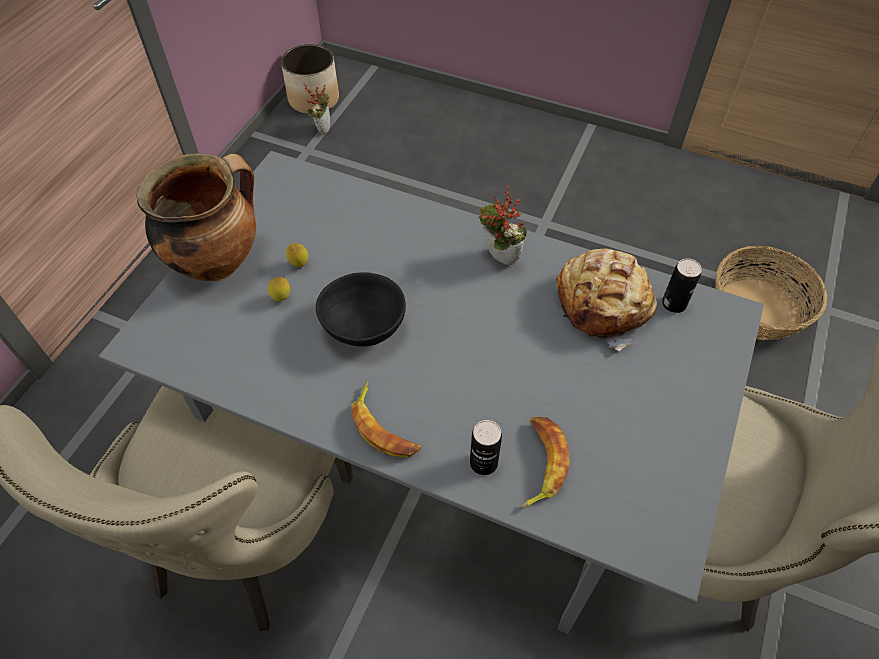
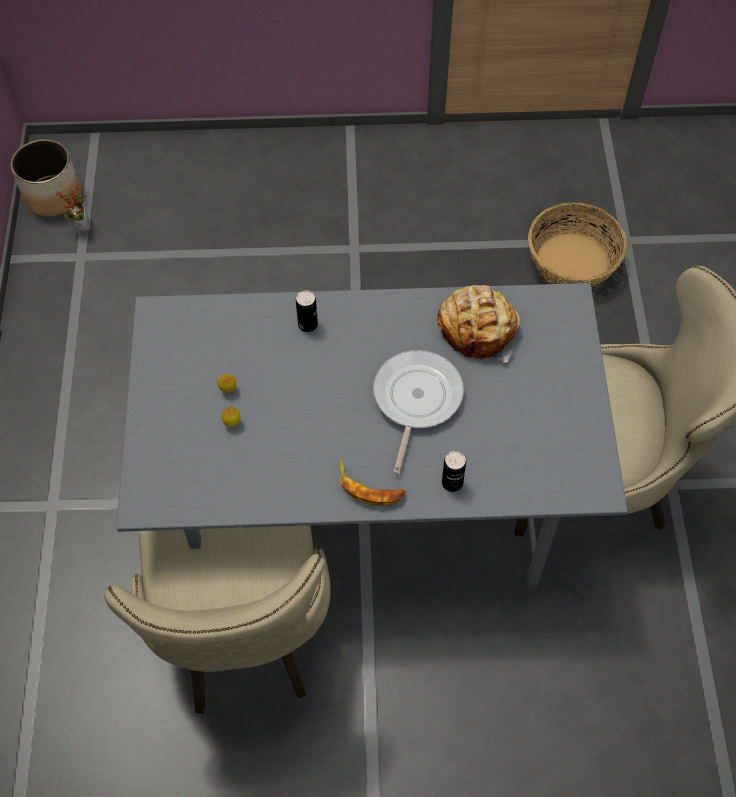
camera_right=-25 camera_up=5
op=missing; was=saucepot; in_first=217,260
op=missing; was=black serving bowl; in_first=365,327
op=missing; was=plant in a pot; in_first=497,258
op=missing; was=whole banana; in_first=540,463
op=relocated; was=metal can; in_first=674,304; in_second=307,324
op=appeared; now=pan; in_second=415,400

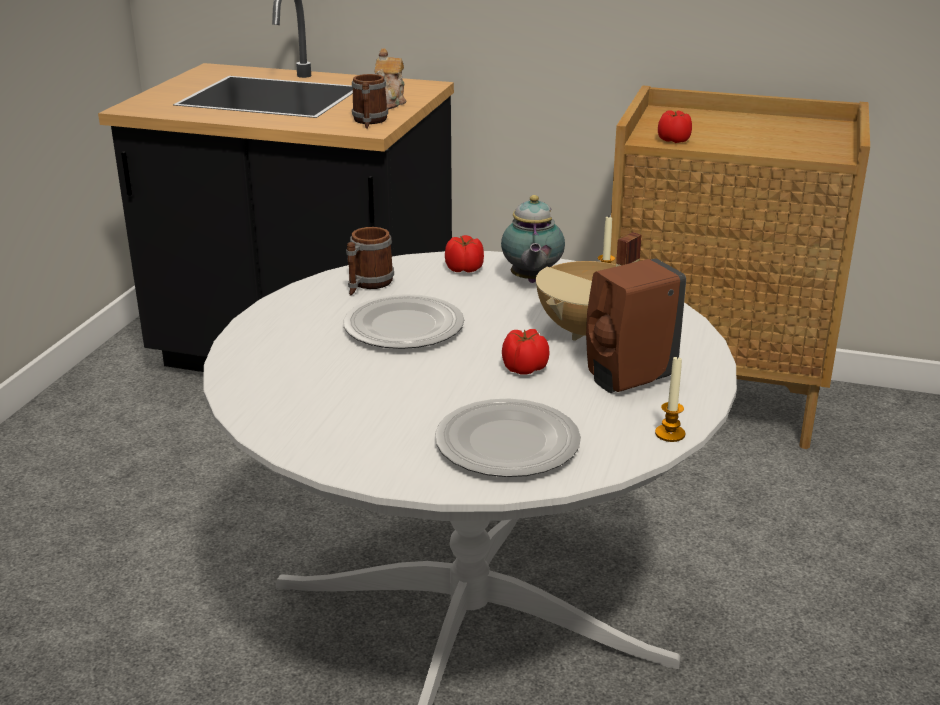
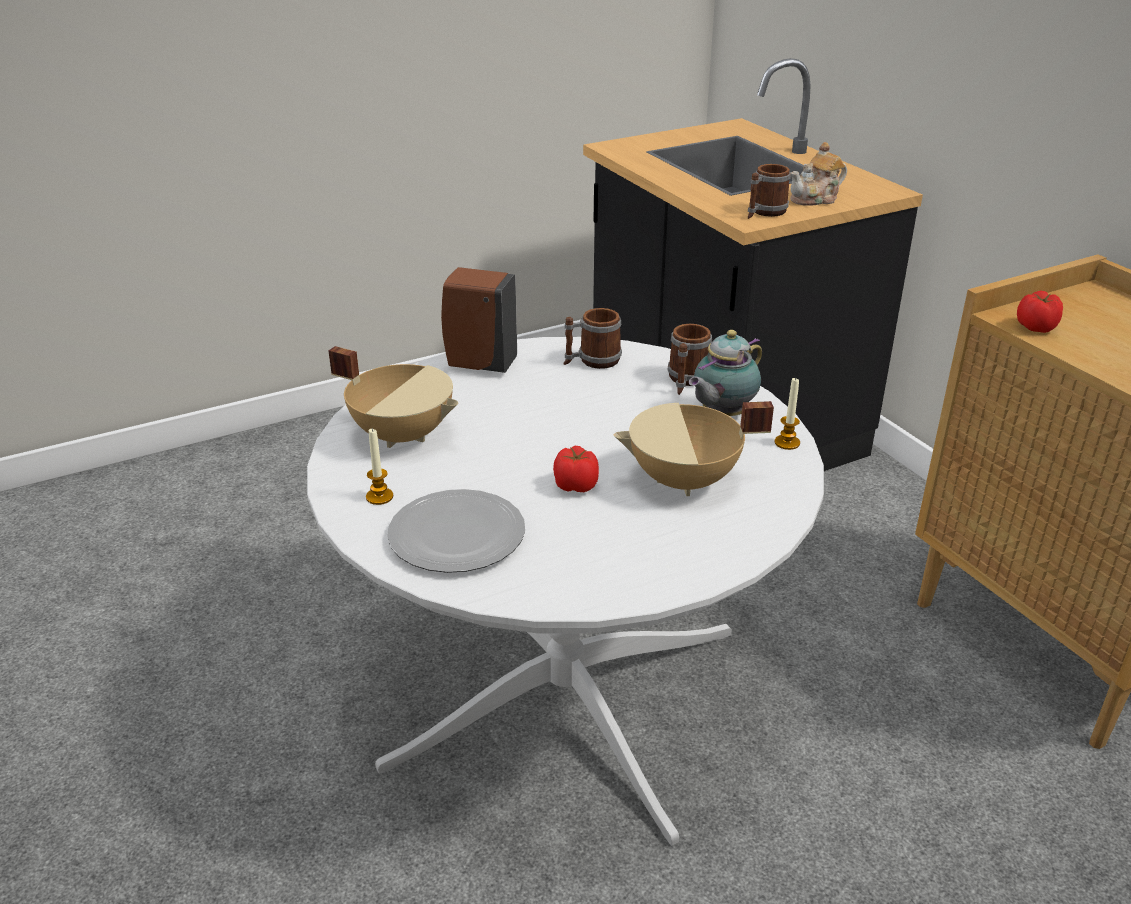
camera_right=45 camera_up=5
op=missing; was=flat dish; in_first=405,327
op=exchanged; was=tomato; now=mug; in_first=465,270; in_second=686,381
op=relocated; was=brown-coloured soap bottle; in_first=627,380; in_second=479,364
op=relocated; was=wax light; in_first=670,434; in_second=379,497
op=appeared; now=beige saucepot; in_second=403,434

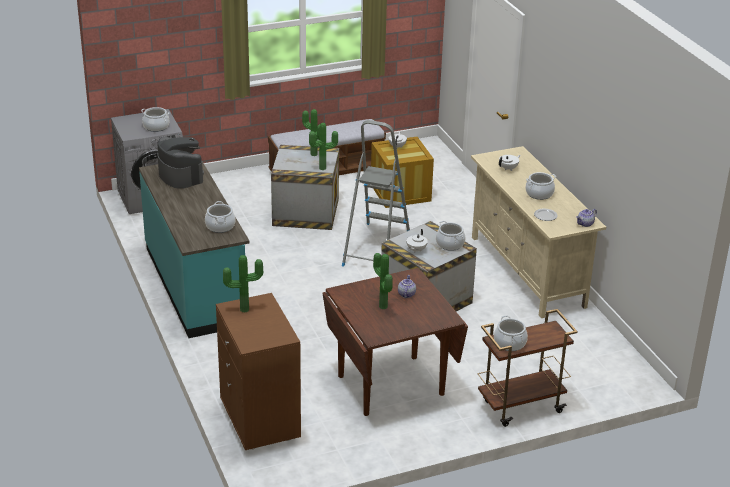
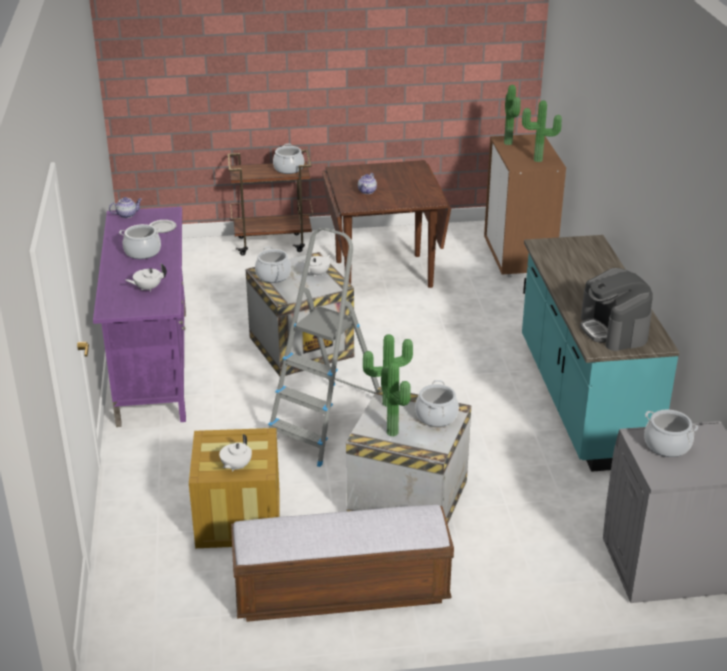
camera_right=-165 camera_up=0
op=relocated; was=saucepot; in_first=220,226; in_second=436,416
op=relocated; was=plant in a pot; in_first=381,307; in_second=509,143
op=colour; was=beige drawer chest; now=purplish drawer chest; in_first=527,271; in_second=153,365

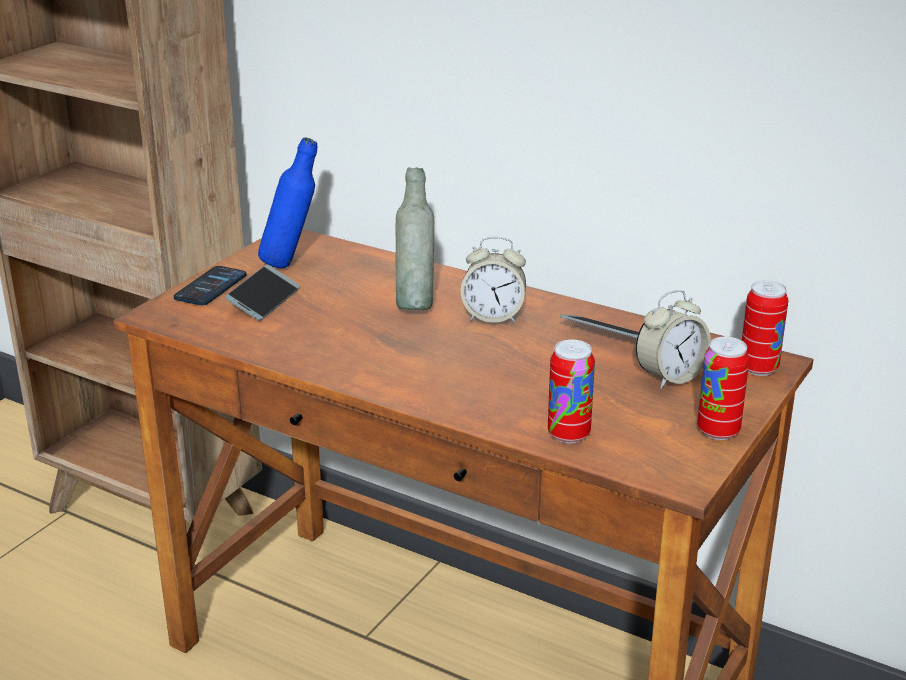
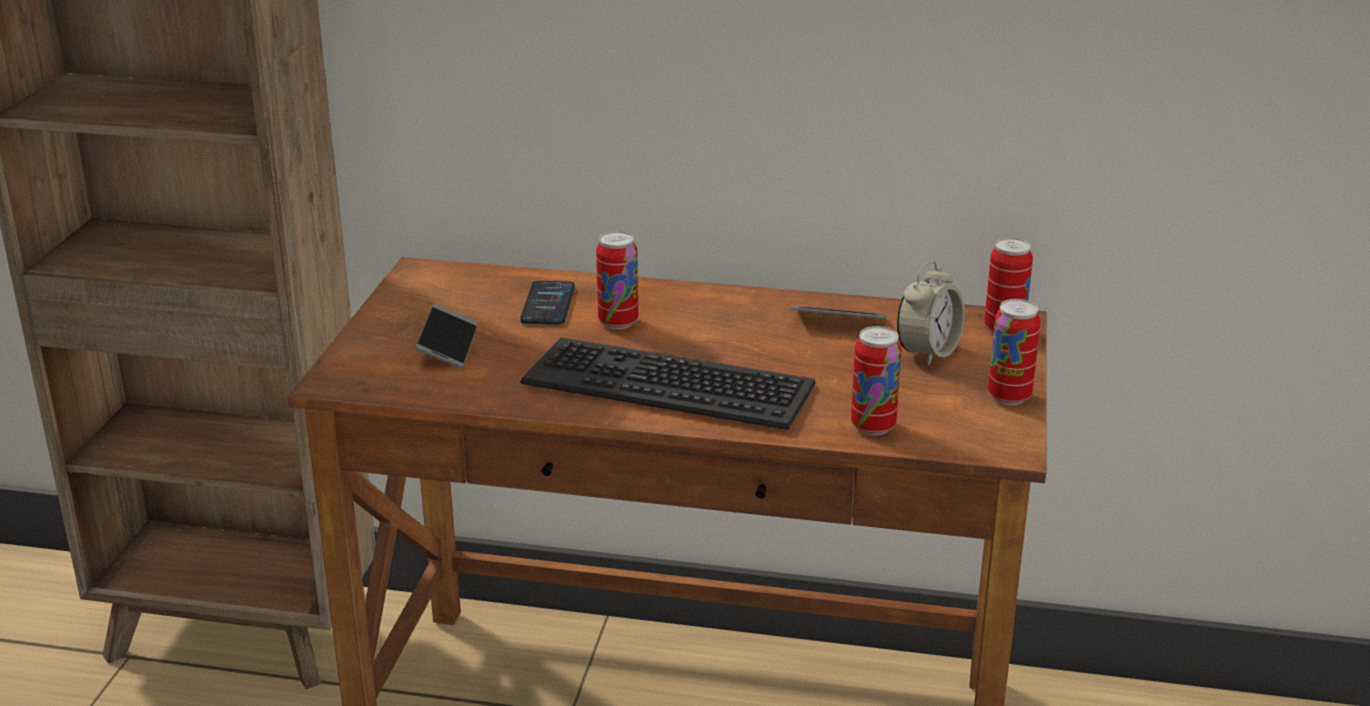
camera_right=-20 camera_up=0
op=relocated; was=phone; in_first=210,287; in_second=548,304
op=missing; was=bluish drink bottle; in_first=291,263
op=exchanged; was=grey drink bottle; now=metal can; in_first=415,304; in_second=618,322
op=missing; was=bedside clock; in_first=493,317
op=appeared; now=computer keyboard; in_second=669,384

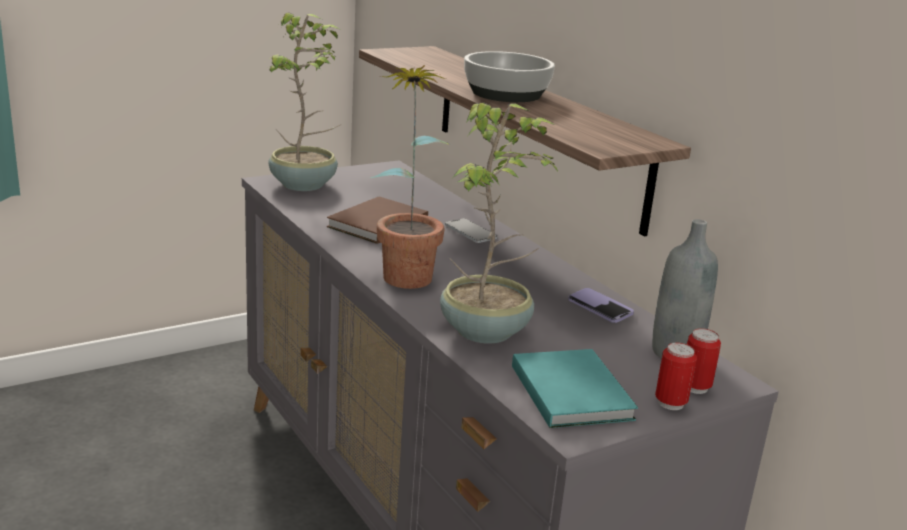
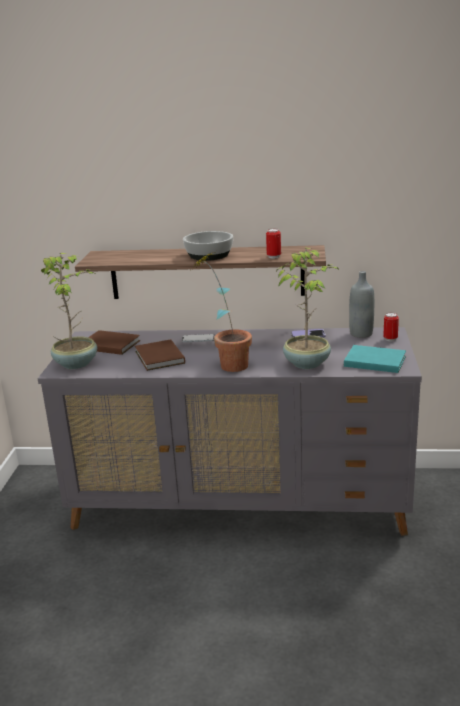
camera_right=-50 camera_up=0
op=relocated; was=metal can; in_first=670,403; in_second=274,256
op=appeared; now=brown-coloured bound book; in_second=109,344

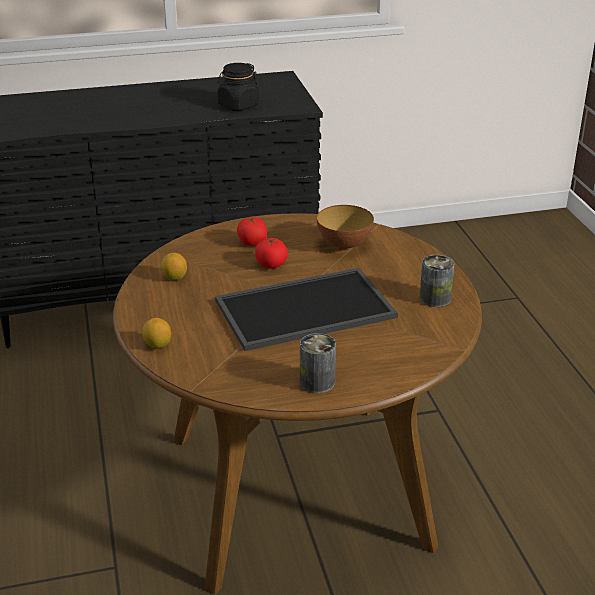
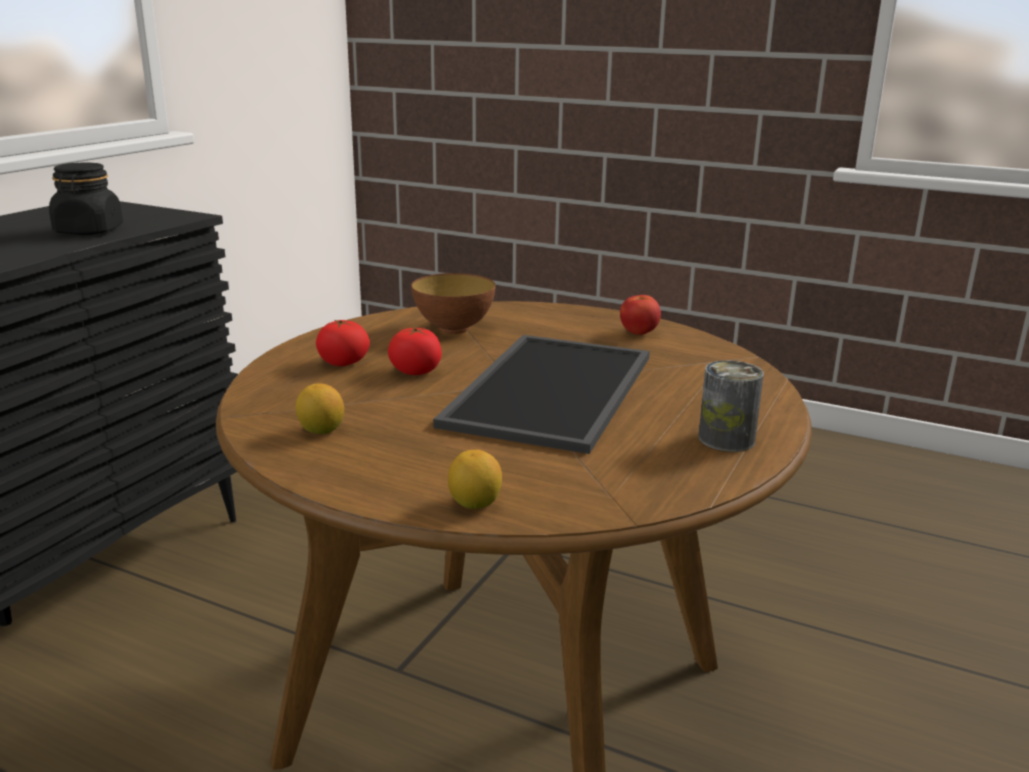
camera_right=-50 camera_up=-10
op=exchanged; was=metal can; now=tomato; in_first=435,298; in_second=638,333

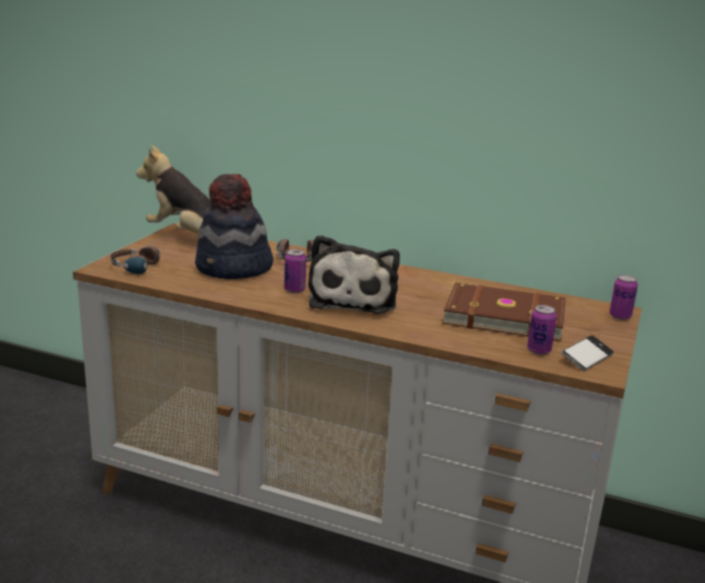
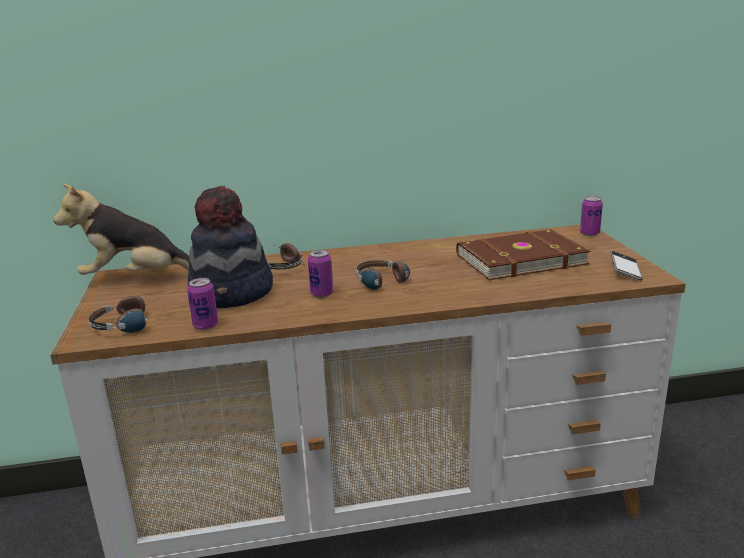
camera_right=-30 camera_up=0
op=exchanged; was=cuddly toy; now=pair of headphones; in_first=354,298; in_second=385,284
op=relocated; was=metal can; in_first=539,350; in_second=205,325

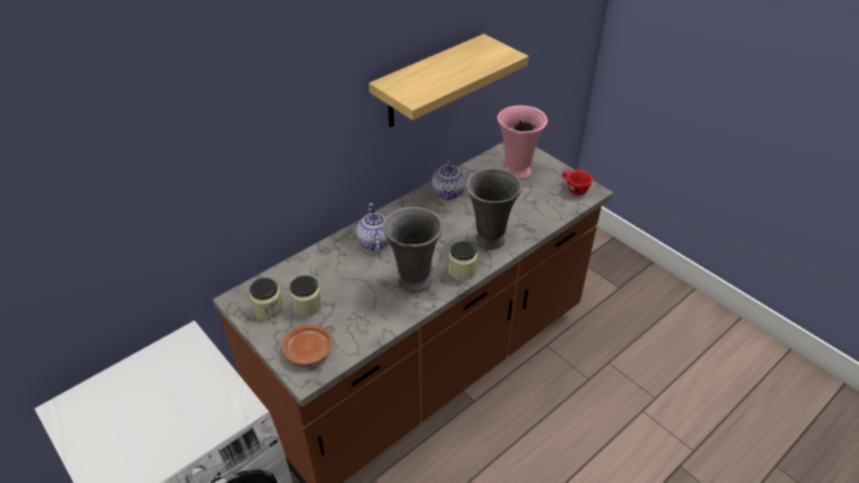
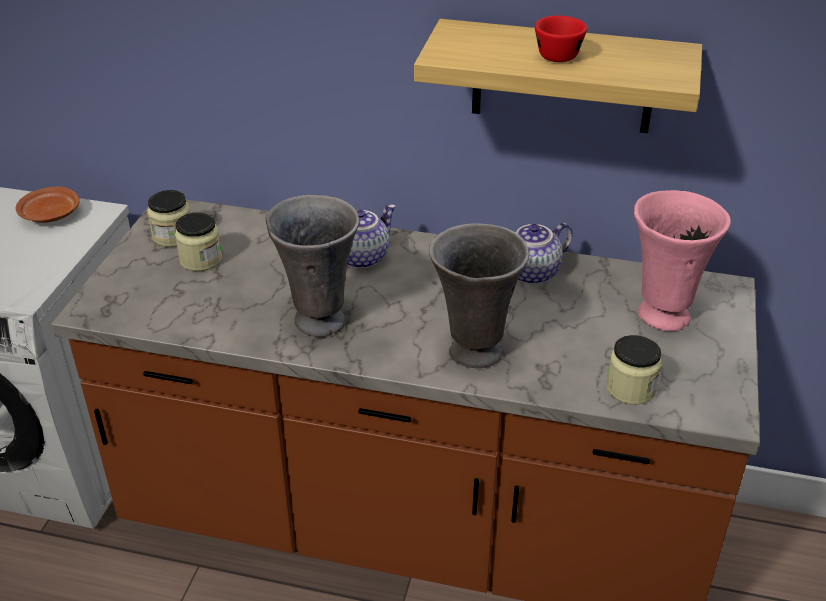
camera_right=55 camera_up=-5
op=relocated; was=brown-coloured flat dish; in_first=308,350; in_second=50,214
op=relocated; was=jar; in_first=462,270; in_second=630,388
op=relocated; was=reddish drinking cup; in_first=574,189; in_second=558,53

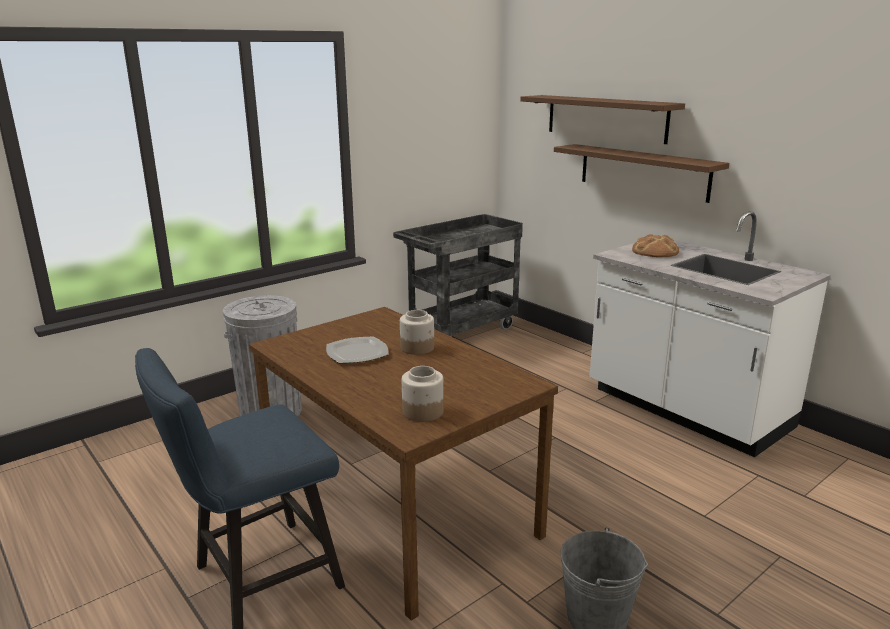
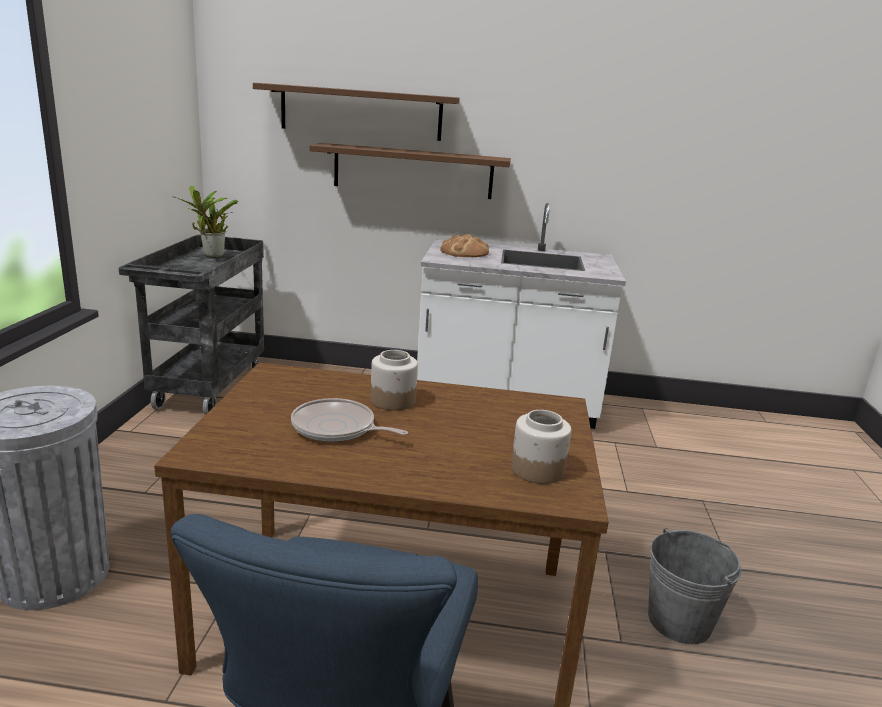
camera_right=-45 camera_up=0
op=exchanged; was=flat dish; now=pan; in_first=357,353; in_second=337,428
op=appeared; now=plant in a pot; in_second=212,256

